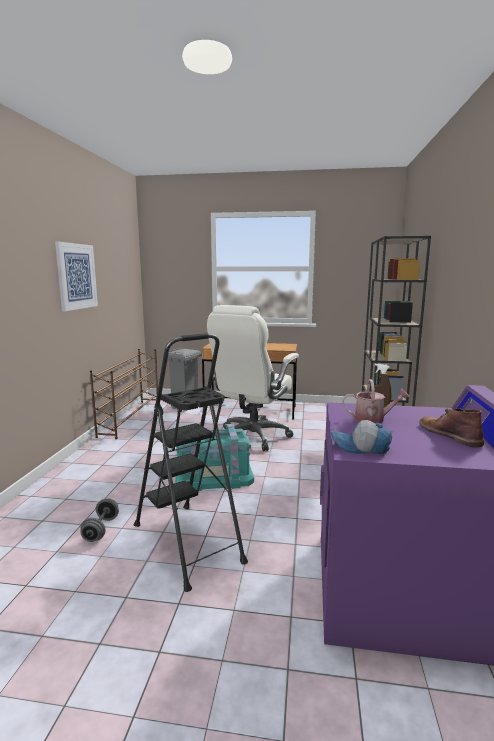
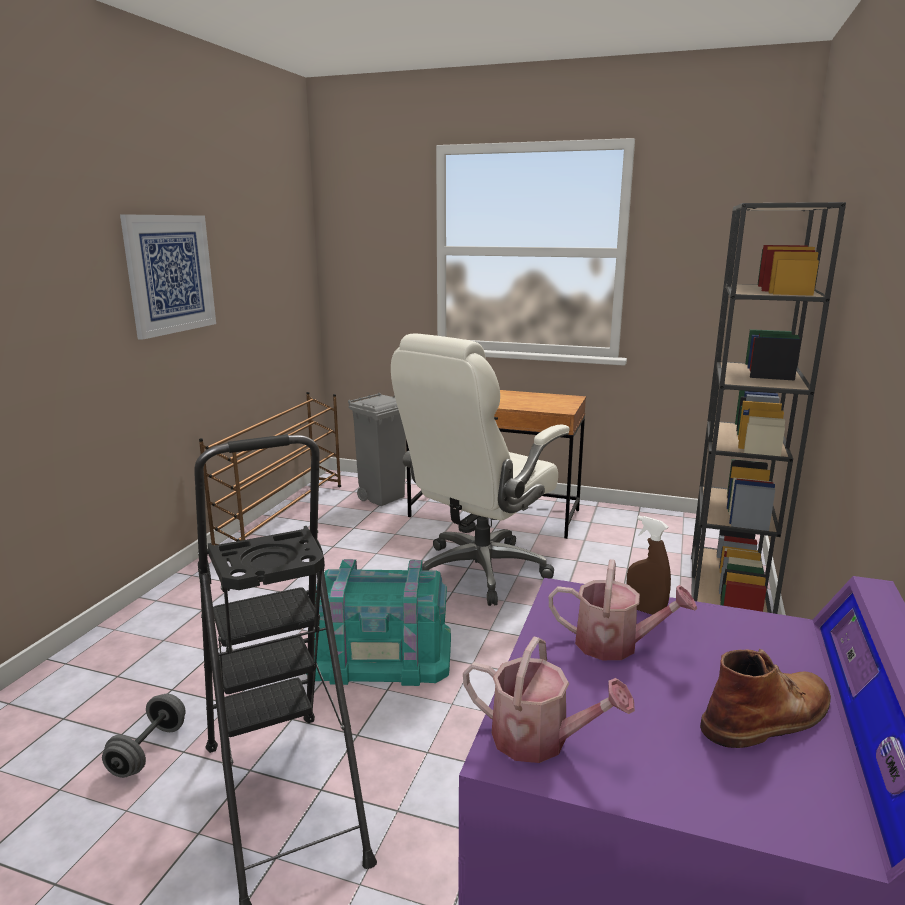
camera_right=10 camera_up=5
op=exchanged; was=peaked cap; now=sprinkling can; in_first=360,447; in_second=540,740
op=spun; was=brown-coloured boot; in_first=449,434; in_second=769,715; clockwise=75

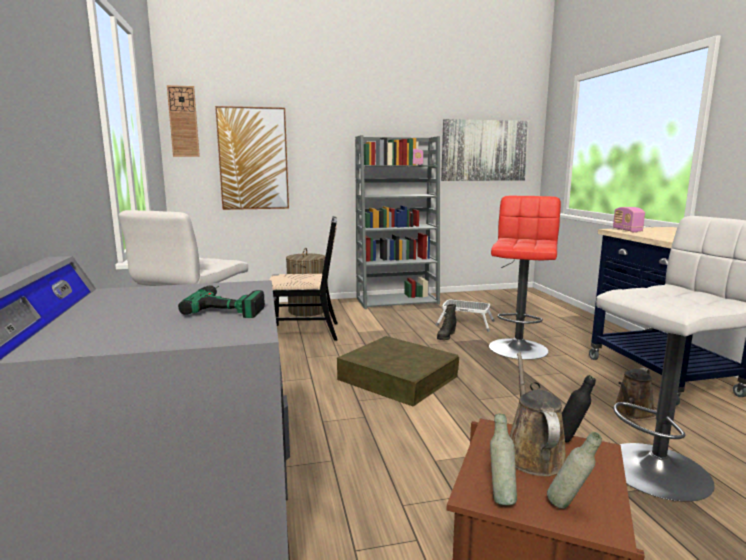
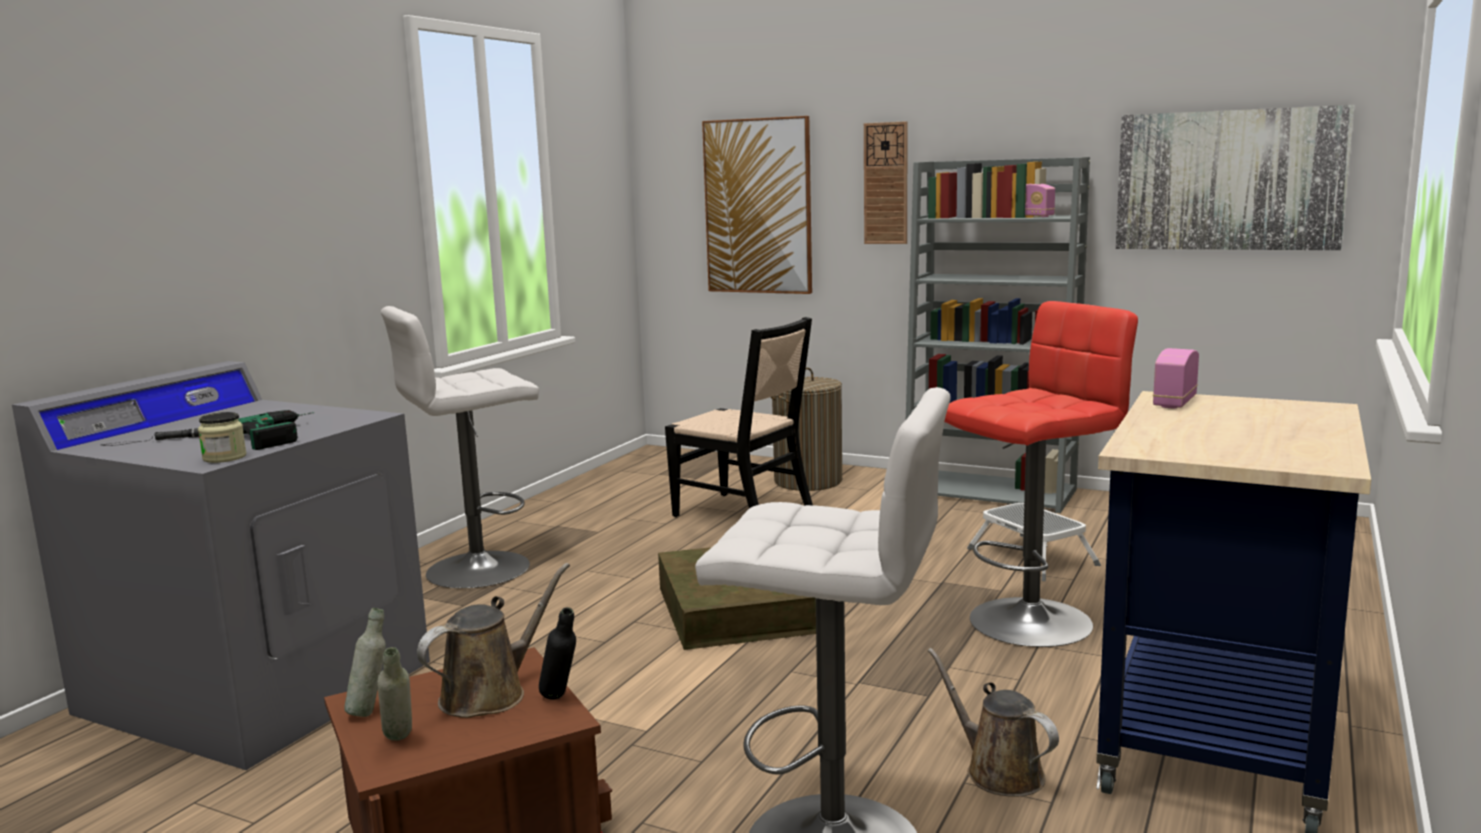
camera_right=40 camera_up=0
op=relocated; was=hanging clock; in_first=183,121; in_second=886,183
op=missing; was=black boot; in_first=446,336
op=spun; was=brown-coloured sprinkling can; in_first=632,412; in_second=998,772; clockwise=60
op=appeared; now=black hand torch; in_second=153,441
op=appeared; now=jar; in_second=224,457

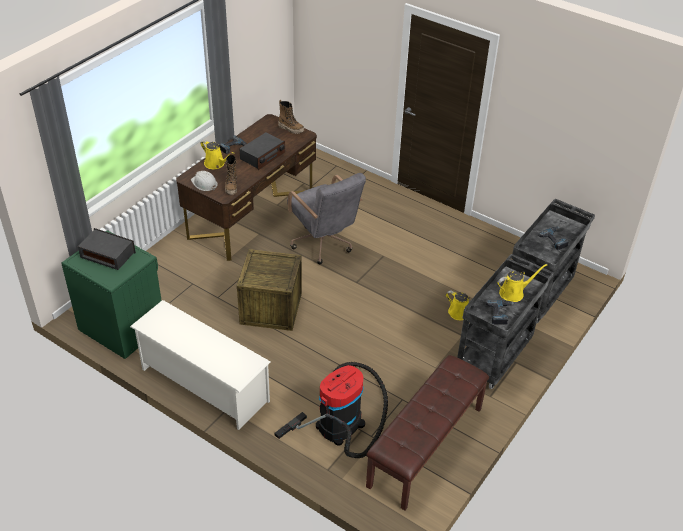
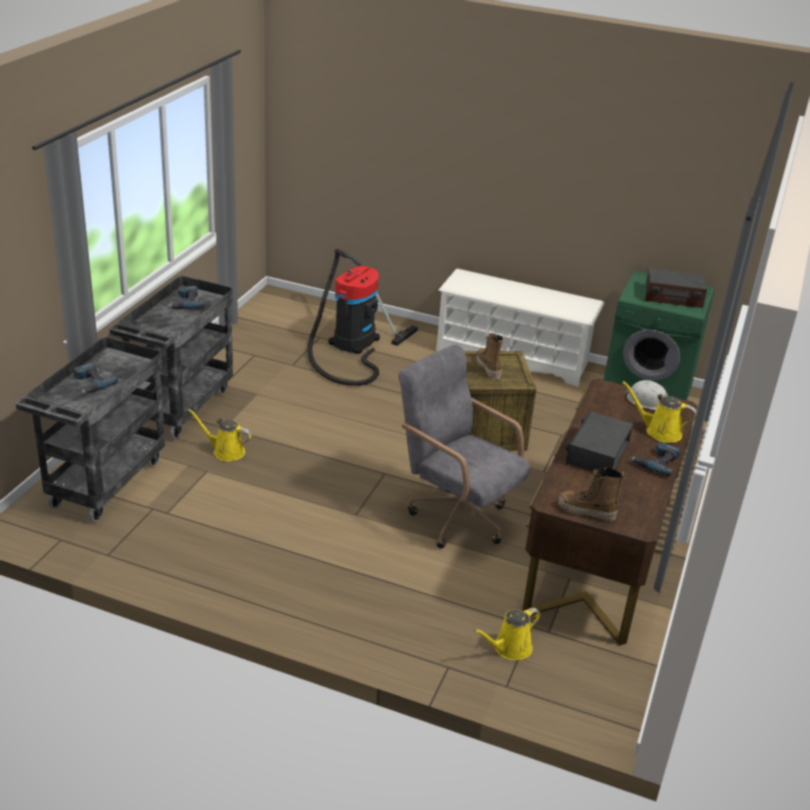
camera_right=165 camera_up=-10
op=relocated; was=boot; in_first=231,187; in_second=488,368
op=missing; was=brown-coloured bench; in_first=426,447
op=relocated; was=yellow sprinkling can; in_first=514,293; in_second=509,648

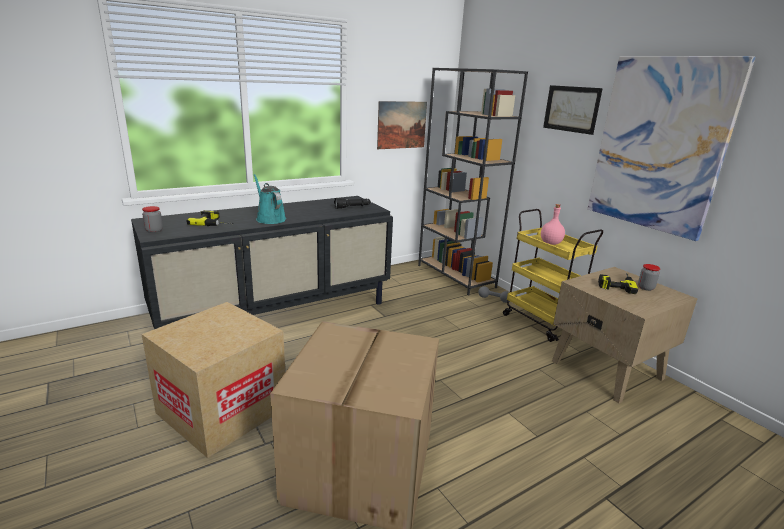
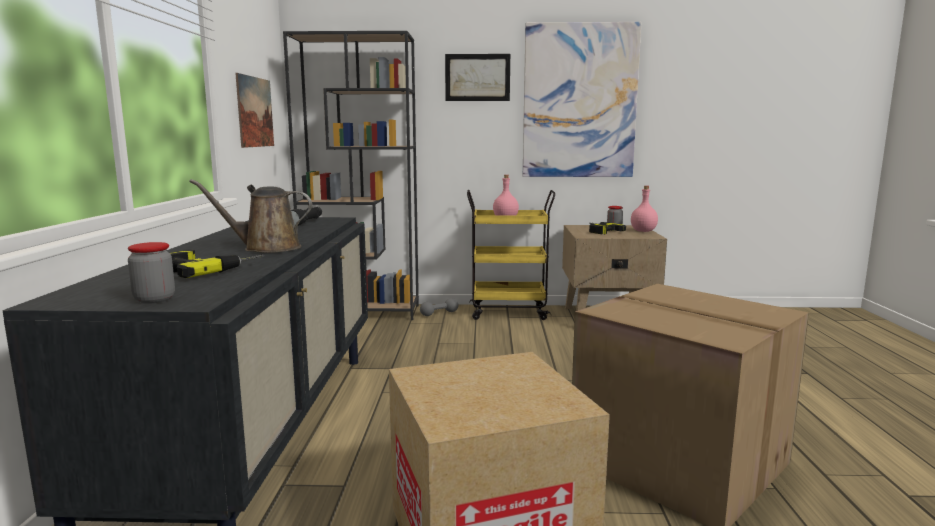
camera_right=-55 camera_up=-10
op=colour; was=turquoise-coloured sprinkling can; now=brown-coloured sprinkling can; in_first=269,219; in_second=266,248
op=appeared; now=pink-coloured drink bottle; in_second=643,231

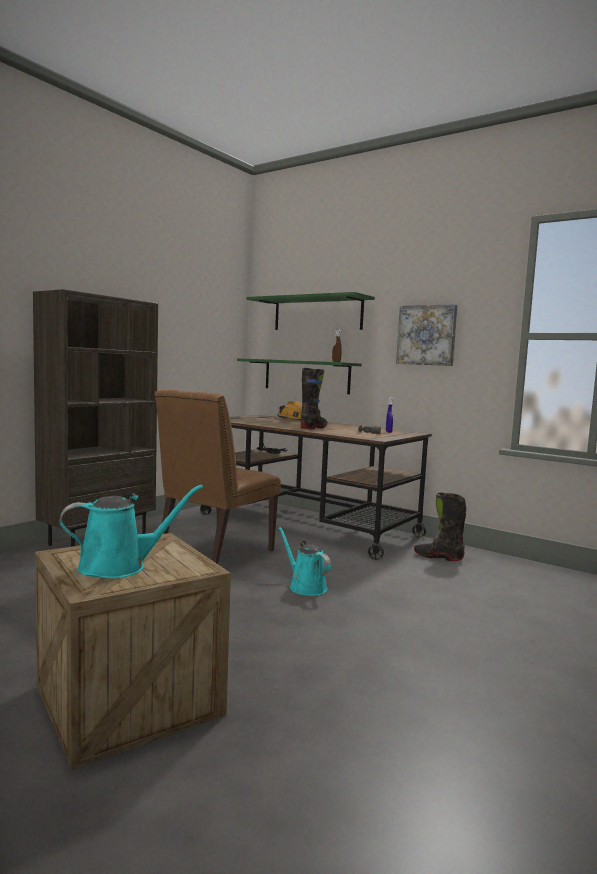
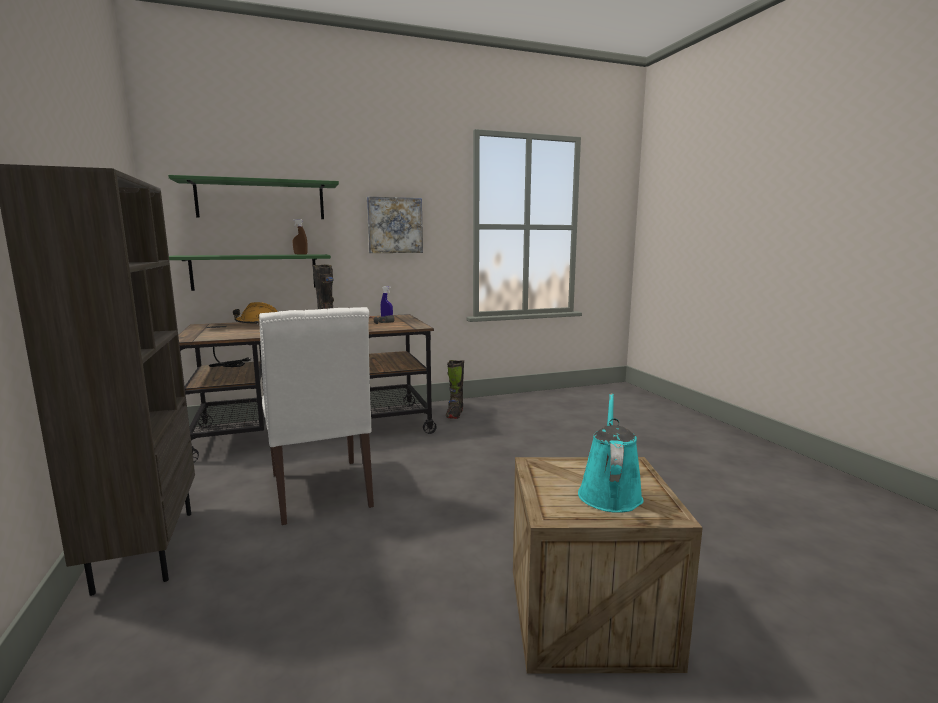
camera_right=-55 camera_up=5
op=colour; was=brown-coloured chair; now=white-coloured chair; in_first=216,554; in_second=320,489
op=missing; was=turquoise-coloured sprinkling can; in_first=305,587
op=spun; was=black boot; in_first=438,557; in_second=454,414; clockwise=-45

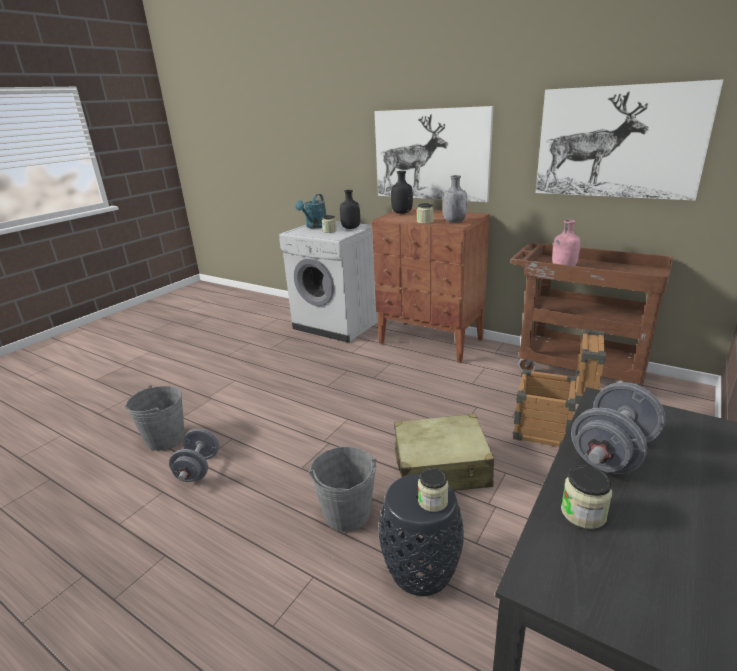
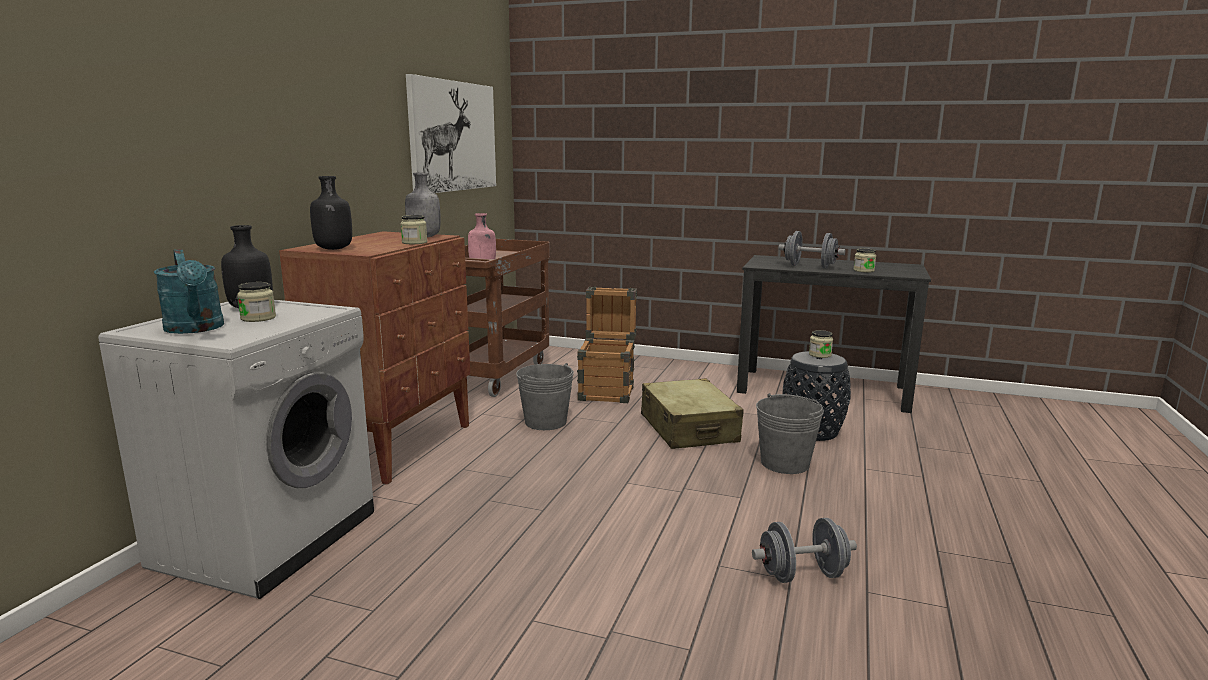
camera_right=-105 camera_up=-10
op=relocated; was=grey bucket; in_first=165,438; in_second=545,422
op=spun; was=turquoise-coloured sprinkling can; in_first=315,227; in_second=196,329; clockwise=45
op=missing; was=picture; in_first=431,155

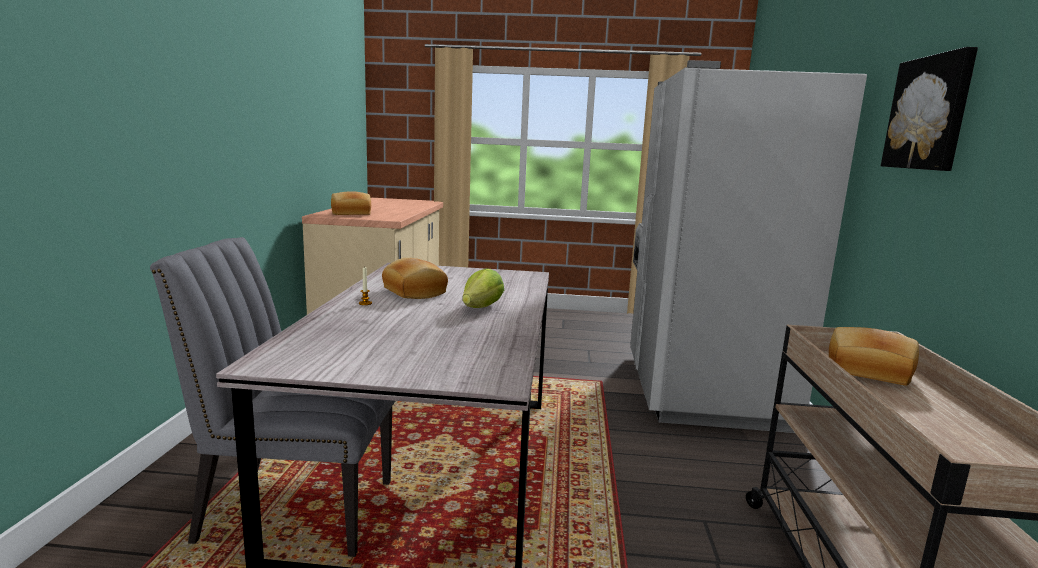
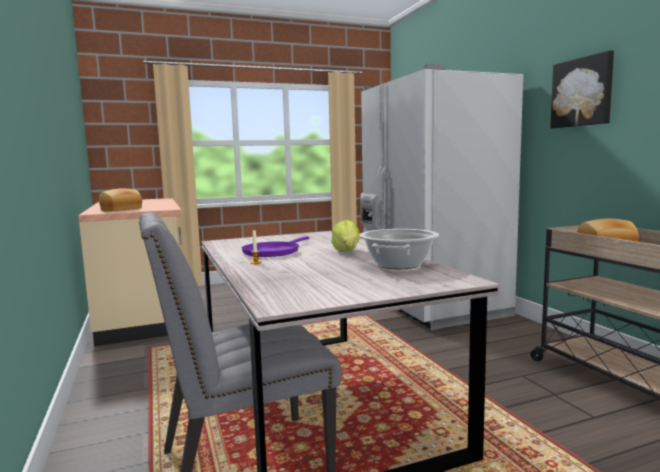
camera_right=-25 camera_up=-5
op=exchanged; was=baked bread; now=purplish pan; in_first=413,292; in_second=273,252
op=appeared; now=saucepot; in_second=399,265

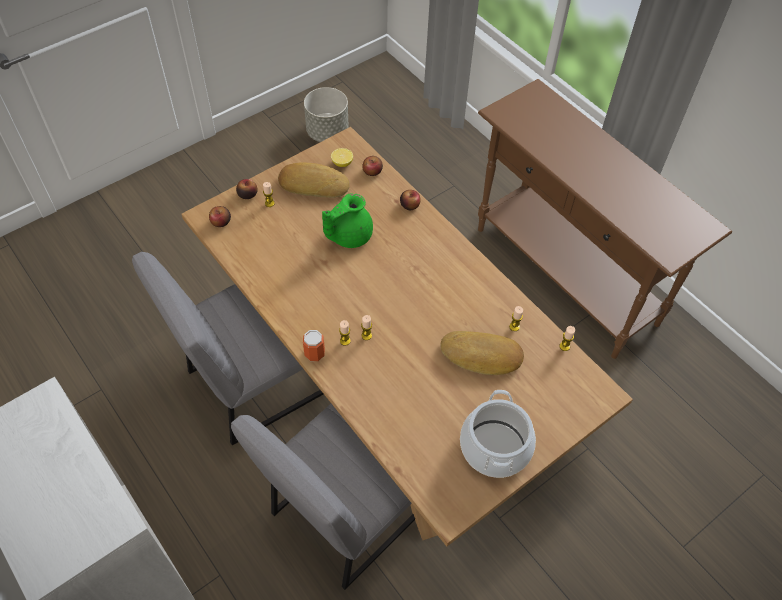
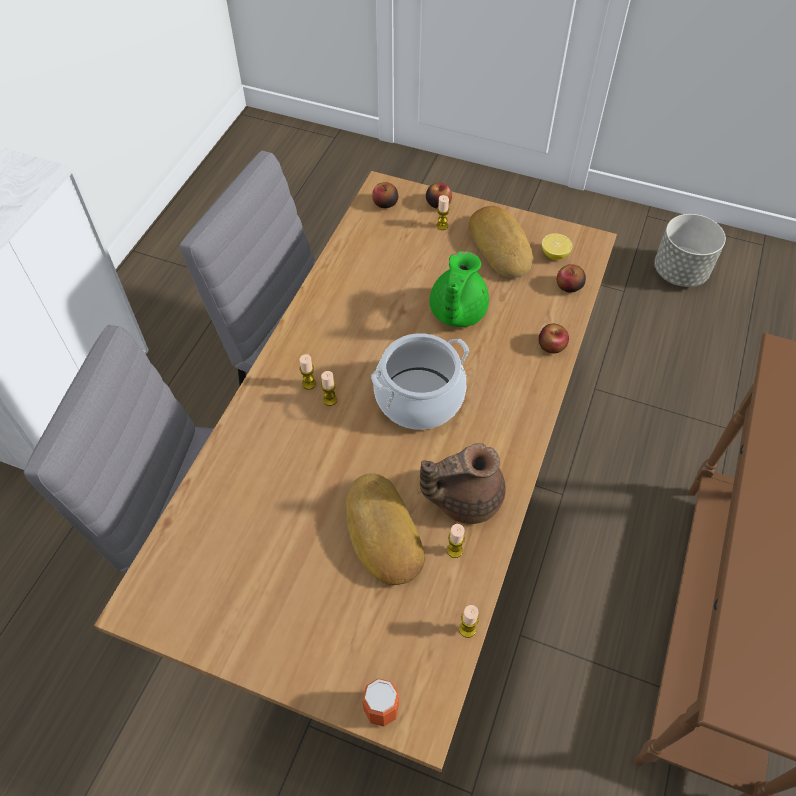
camera_right=60 camera_up=0
op=relocated; was=metal can; in_first=314,353; in_second=381,709
op=spun; was=greenish tea pot; in_first=348,235; in_second=456,312; clockwise=-90
op=relocated; was=saucepot; in_first=494,448; in_second=419,398
op=appeared; now=brown-coloured tea pot; in_second=463,498

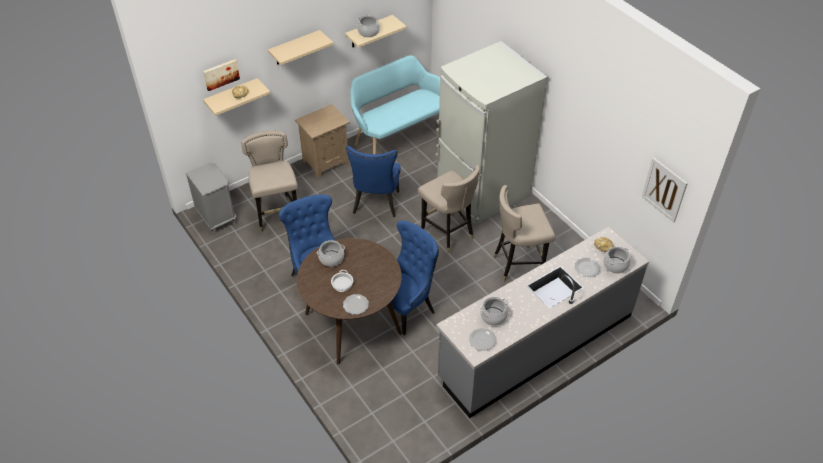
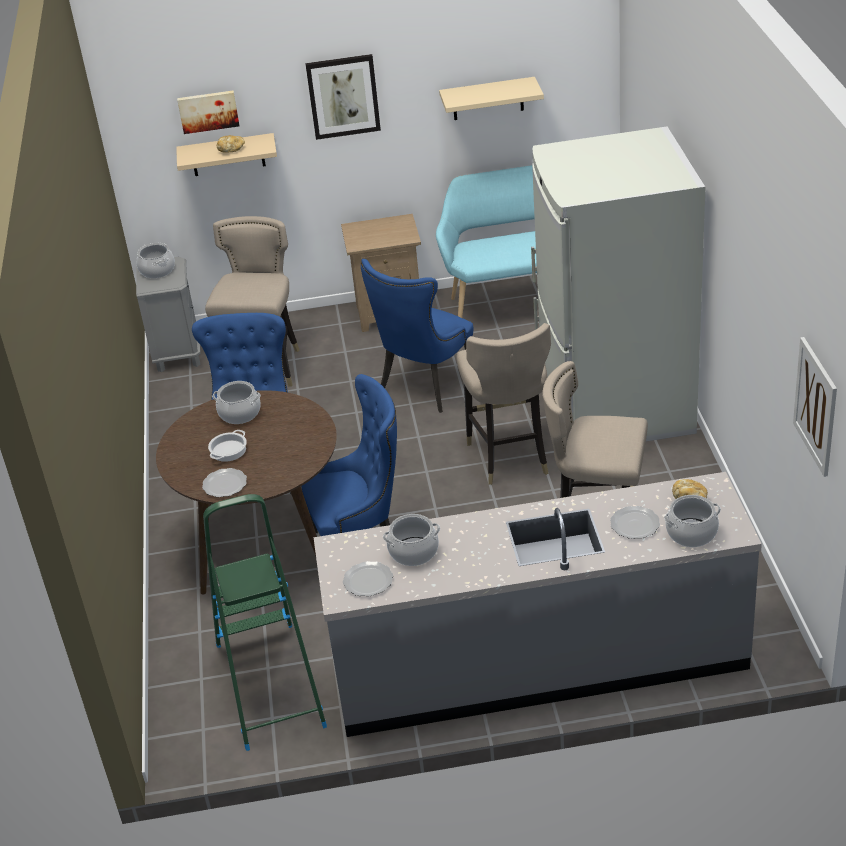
camera_right=30 camera_up=-10
op=exchanged; was=beige shelf; now=picture; in_first=295,48; in_second=343,96
op=relocated; was=saucepot; in_first=368,32; in_second=157,270
op=appeared; now=greenish step stool; in_second=269,683

